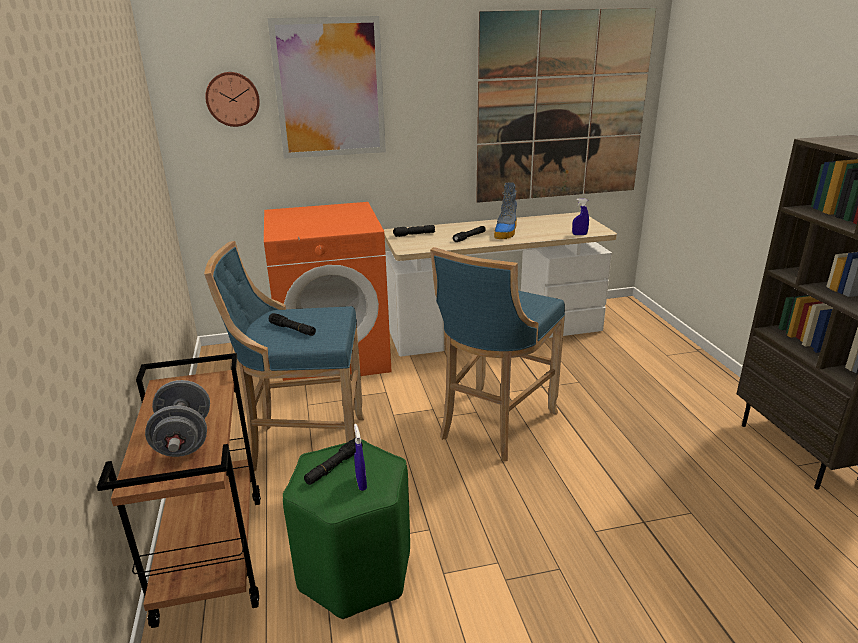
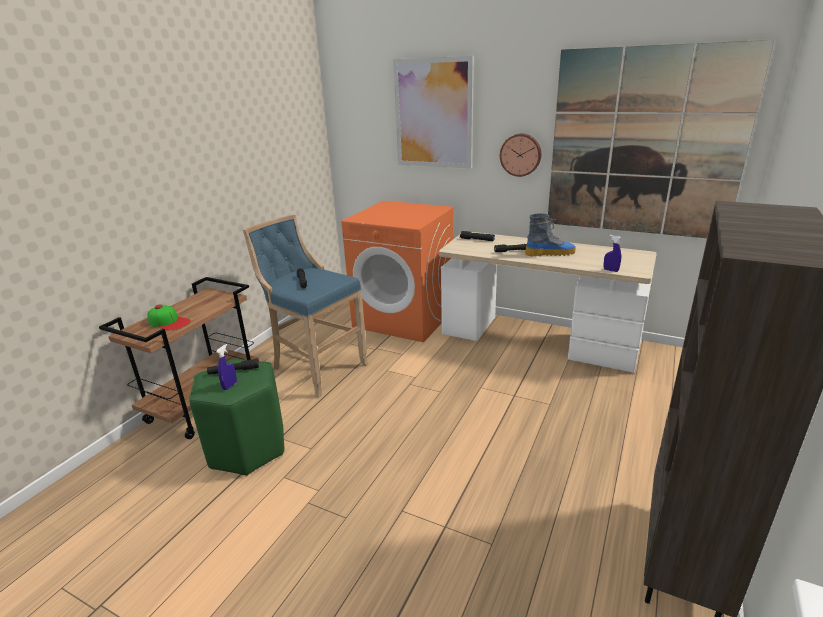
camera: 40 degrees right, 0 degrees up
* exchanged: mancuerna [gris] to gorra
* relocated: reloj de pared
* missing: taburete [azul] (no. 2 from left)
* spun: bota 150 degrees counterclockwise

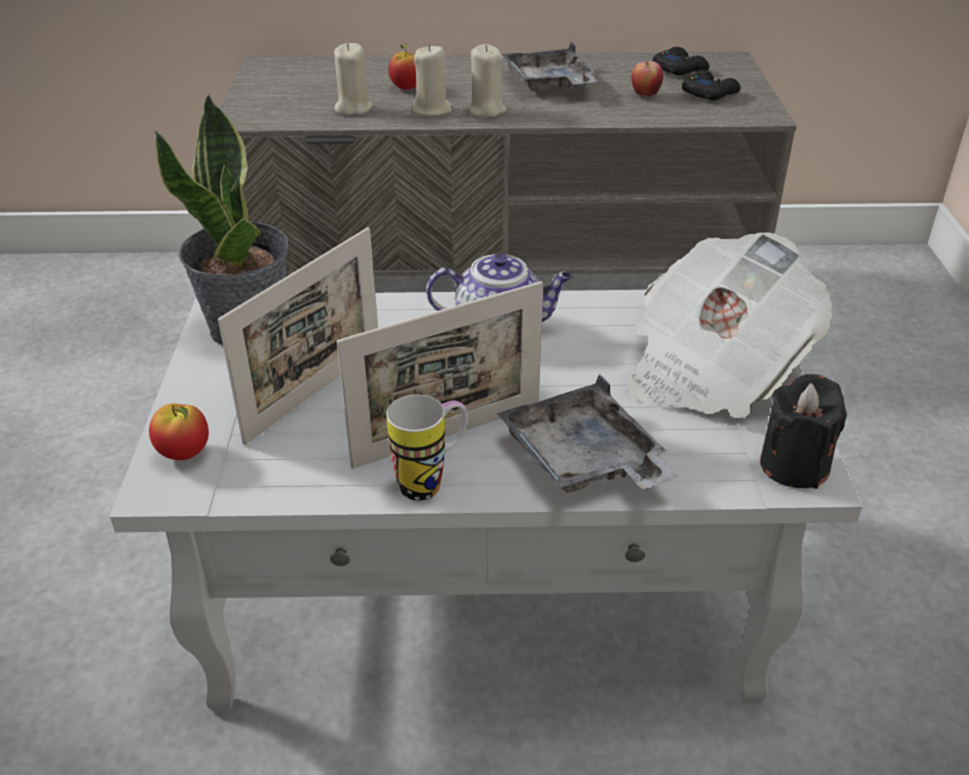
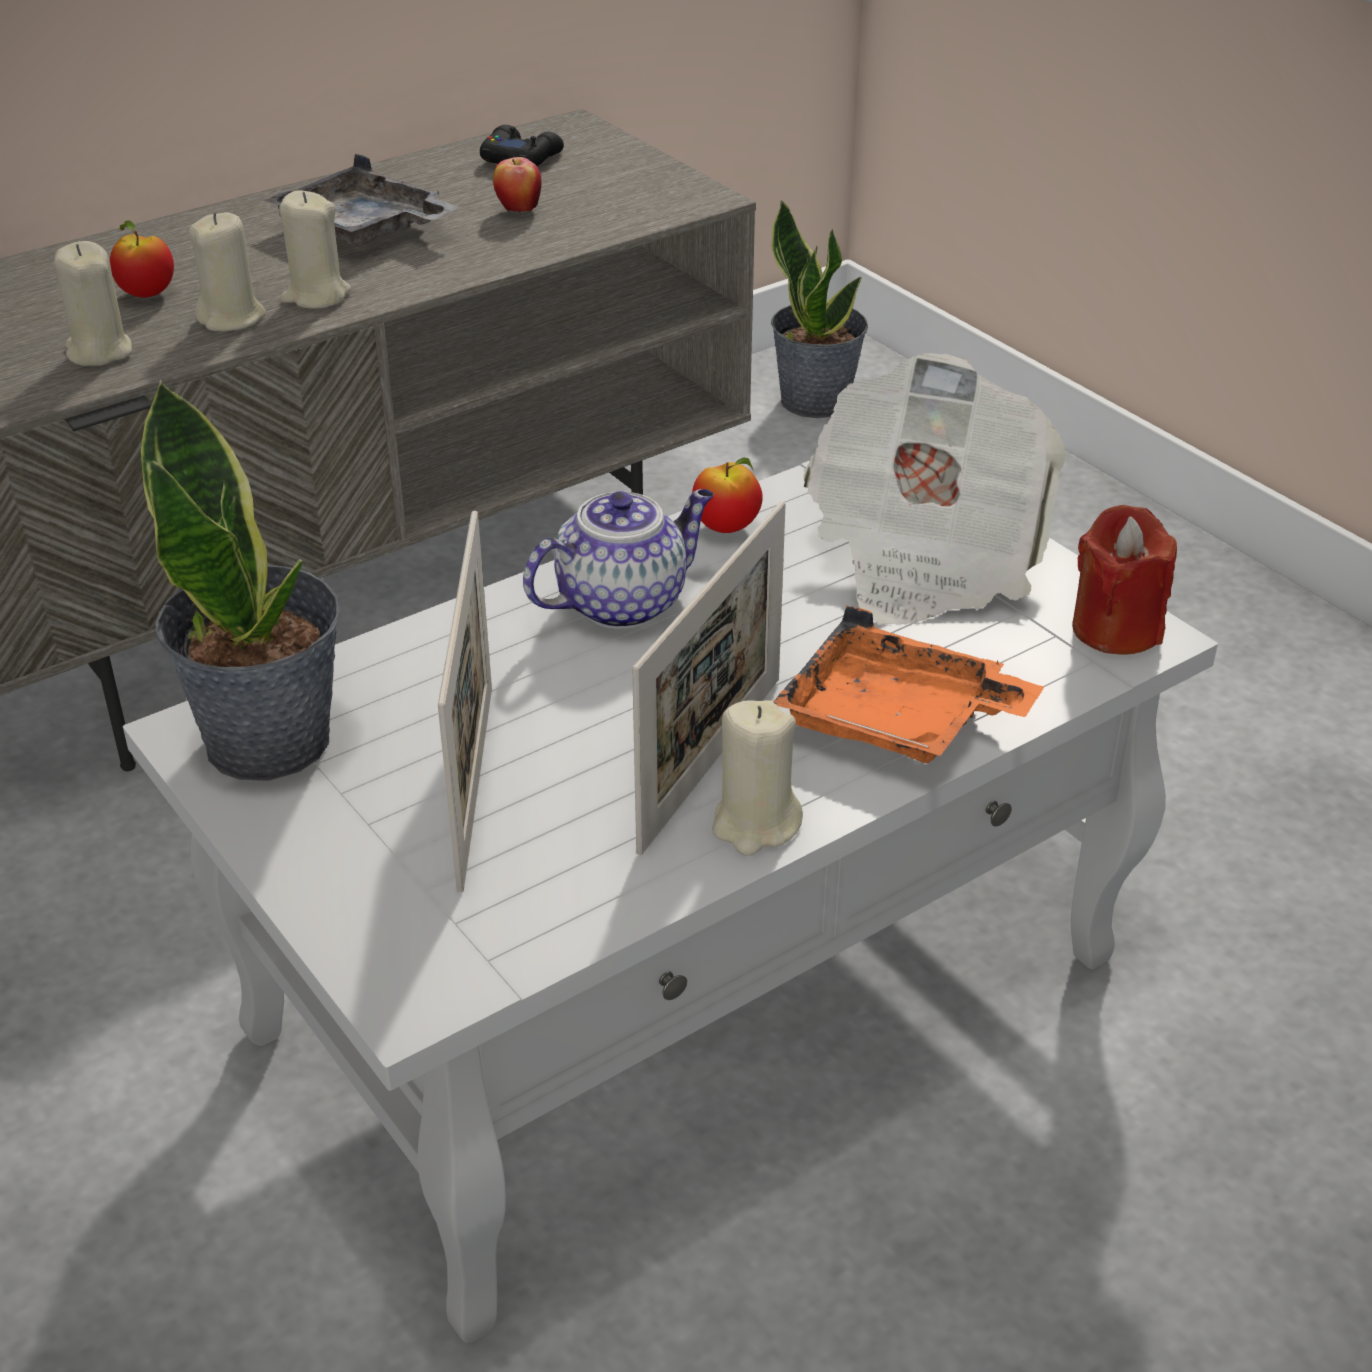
camera: 35 degrees left, 0 degrees up
* relocated: manzana (no. 1 from left in the first image) to manzana (no. 3 from left)
* exchanged: taza grande to vela [beis] (no. 4 from left)
* colour: bandeja [gris] (no. 2 from left) to bandeja [naranja]
* missing: mando de consola [negro] (no. 2 from left)
* colour: vela [negro] to vela [rojo]
* appeared: planta en maceta (no. 2 from left)

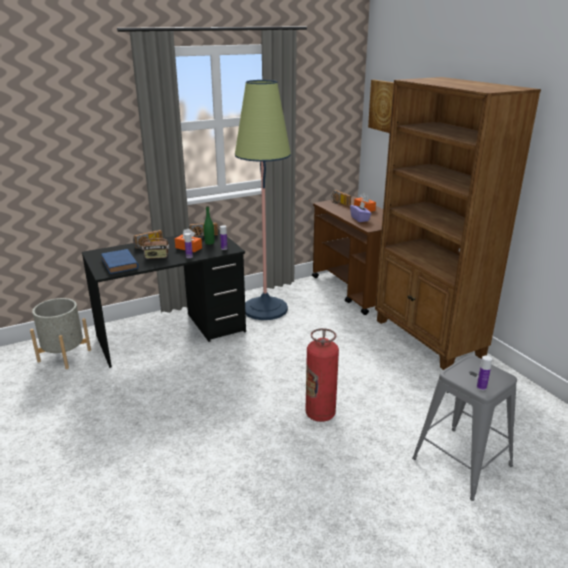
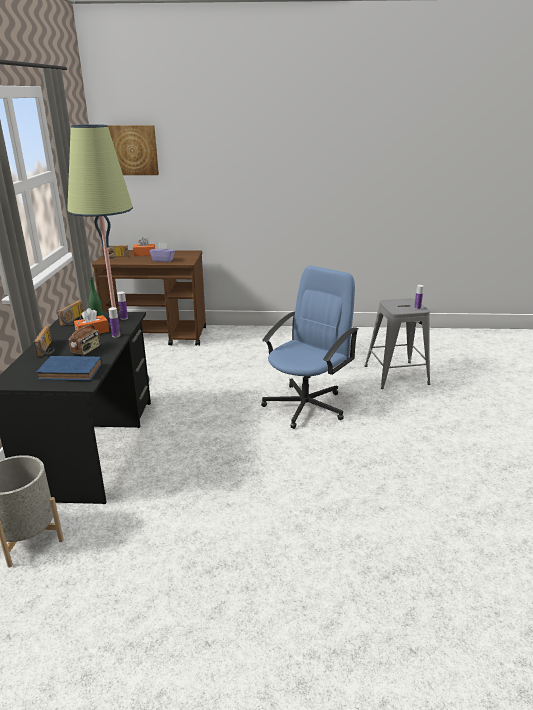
camera: 60 degrees left, 0 degrees up
* exchanged: extintor to silla de oficina [azul]
* missing: estantería [marrón]

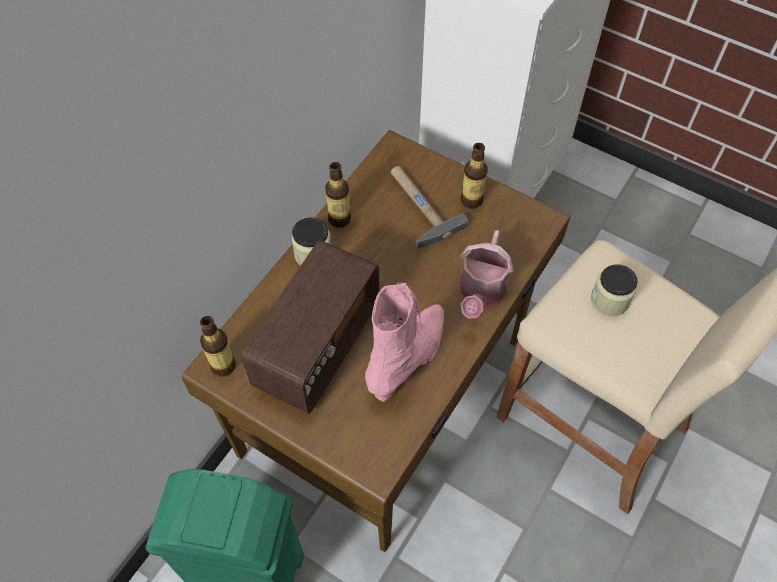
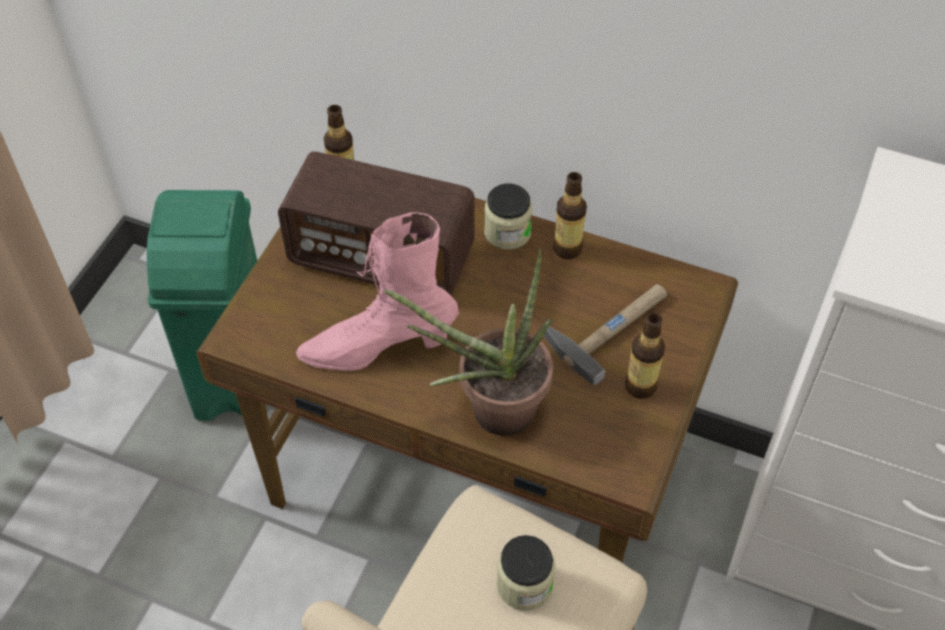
camera: 80 degrees right, 5 degrees down
* spun: bota [rosa] 150 degrees clockwise
* exchanged: regadera to planta en maceta

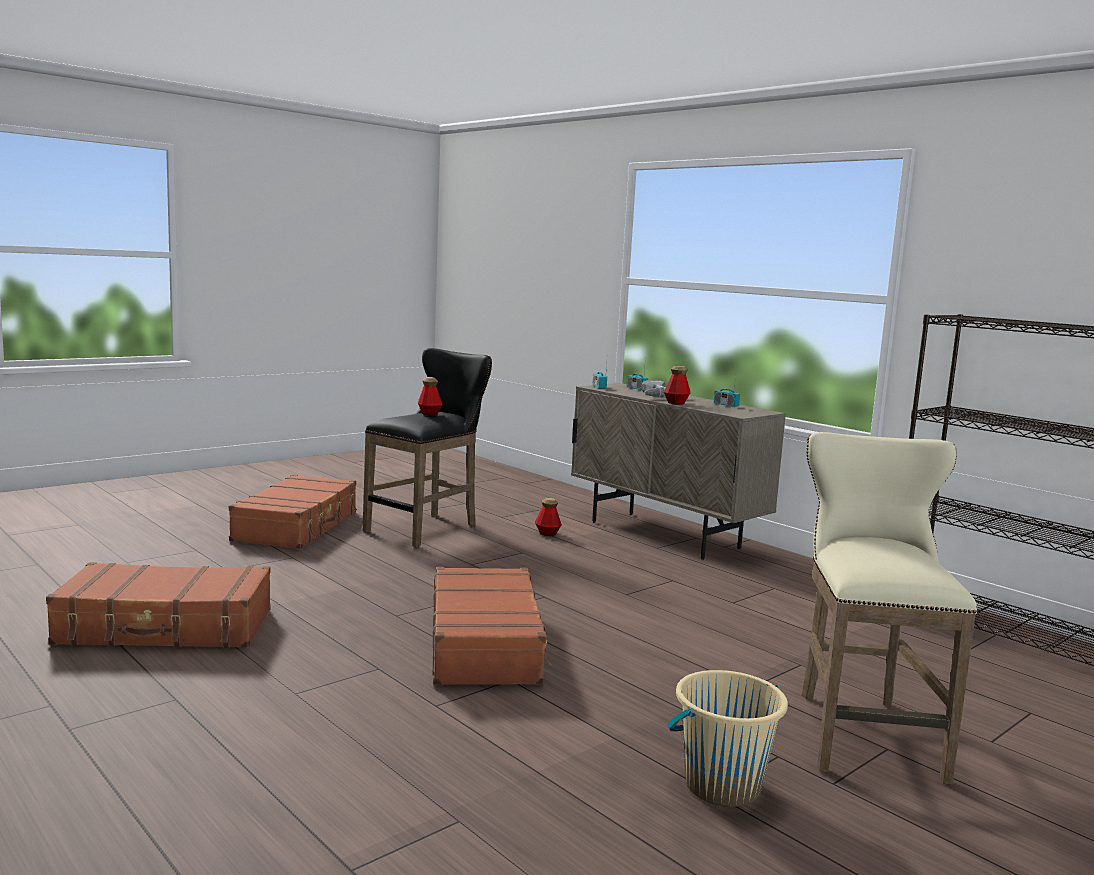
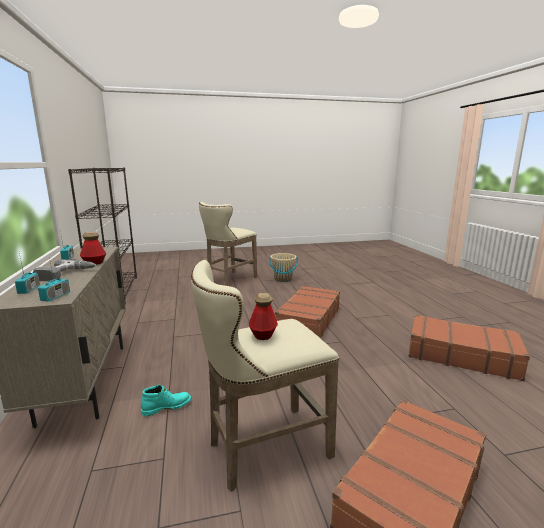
camera: 150 degrees left, 5 degrees up
* colour: taburete [negro] to taburete [beis] (no. 2 from left)
* exchanged: botella (no. 2 from left) to bota [turquesa]

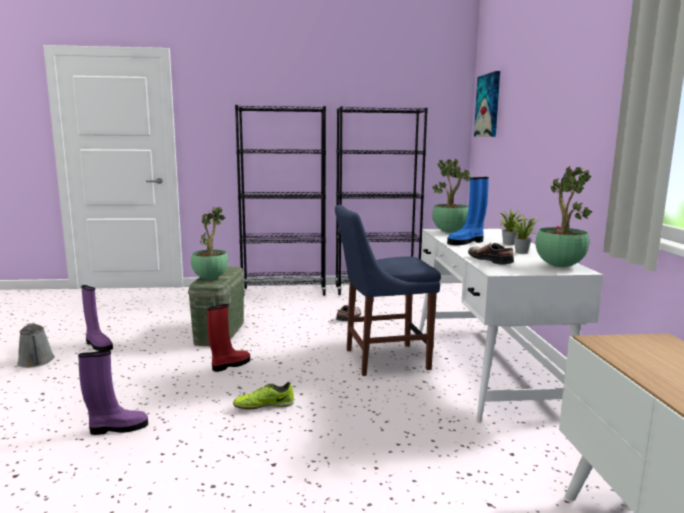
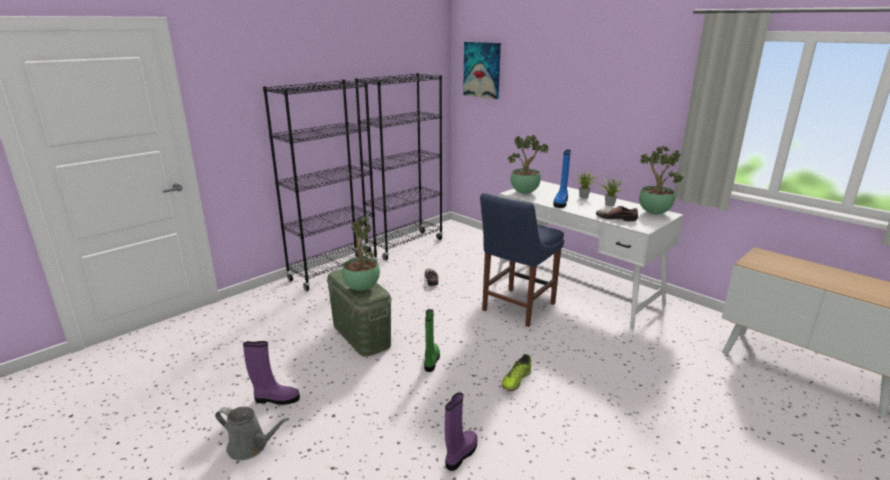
camera: 40 degrees left, 10 degrees up
* colour: bota [rojo] to bota [verde]

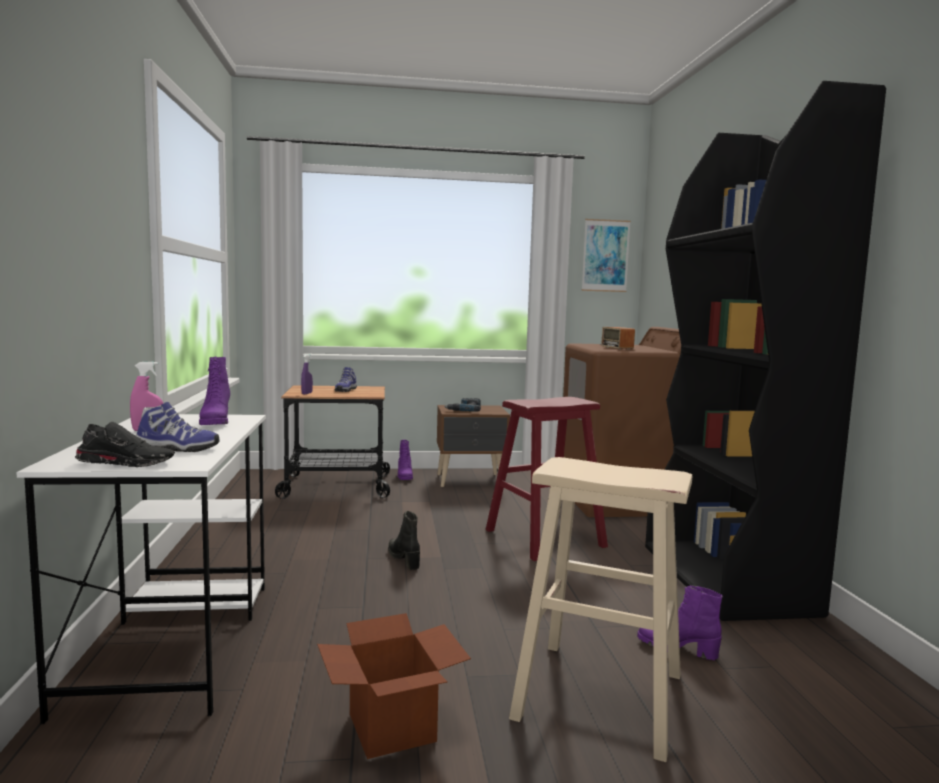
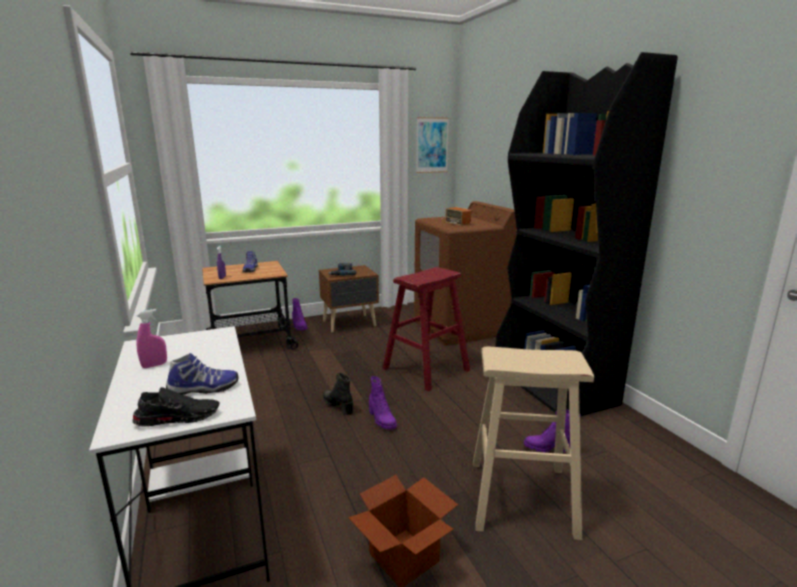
camera: 15 degrees left, 10 degrees up
* relocated: bota [morado] (no. 1 from left in the first image) to bota [morado] (no. 2 from left)

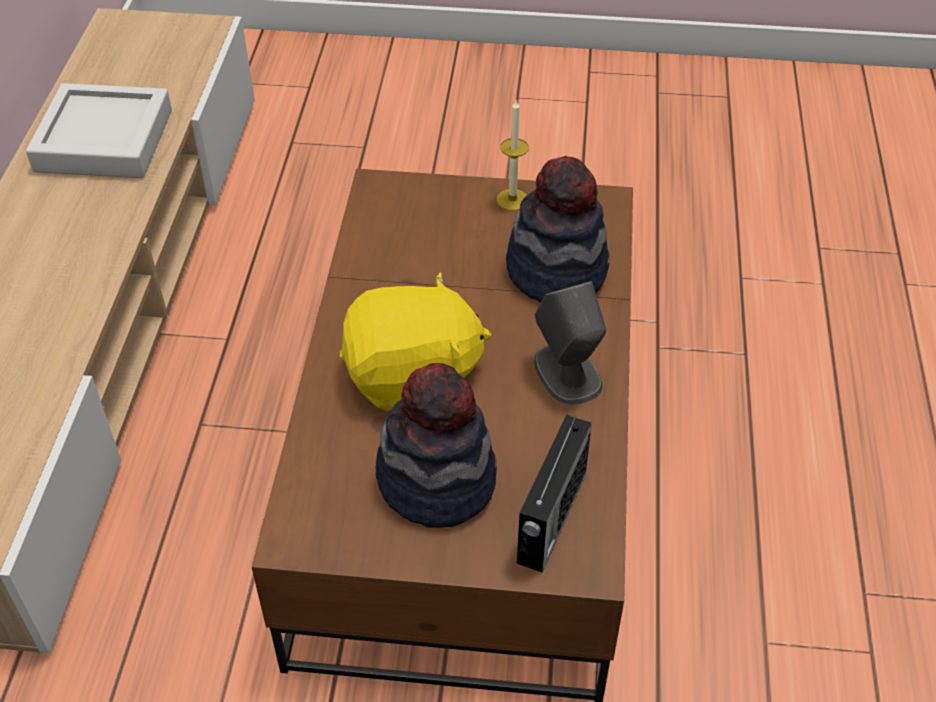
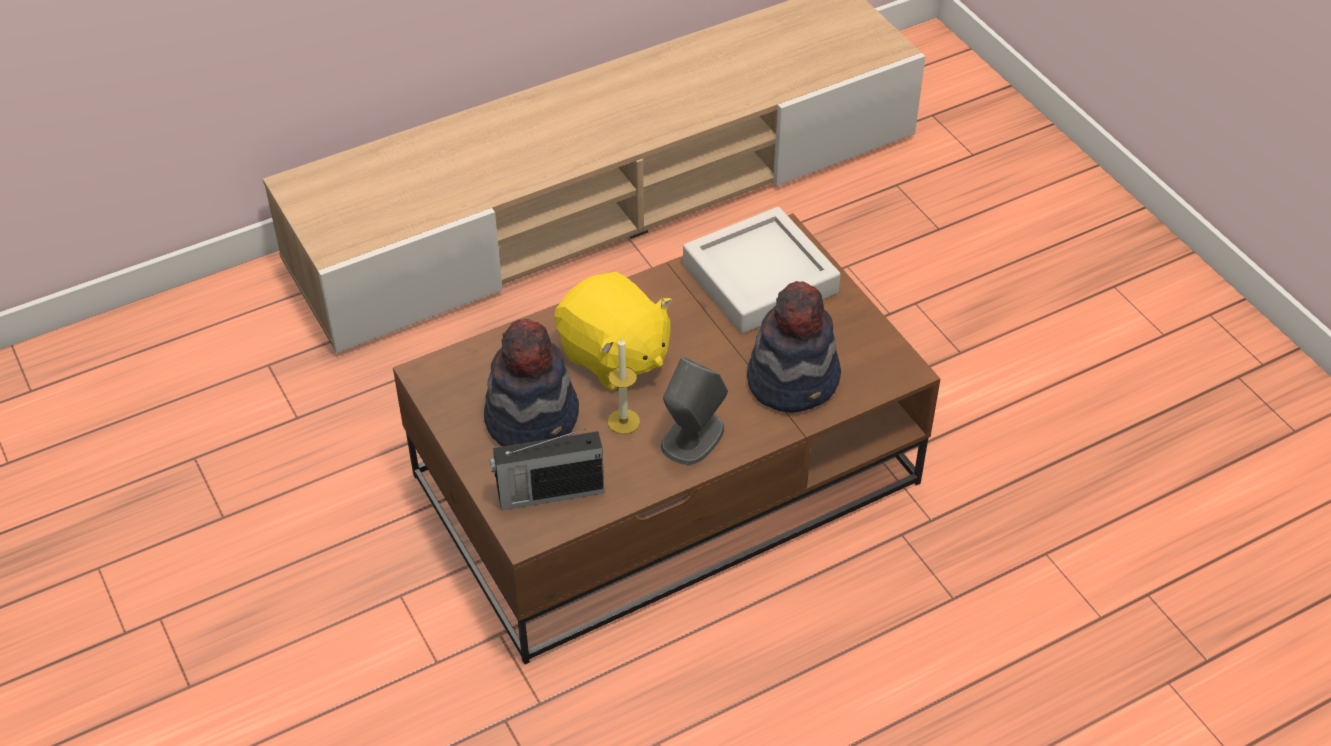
camera: 55 degrees right, 0 degrees up
* relocated: bandeja [gris]
* relocated: vela

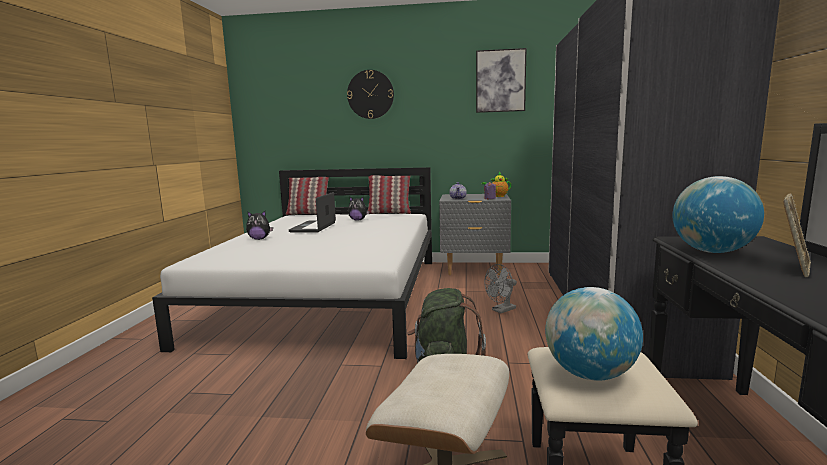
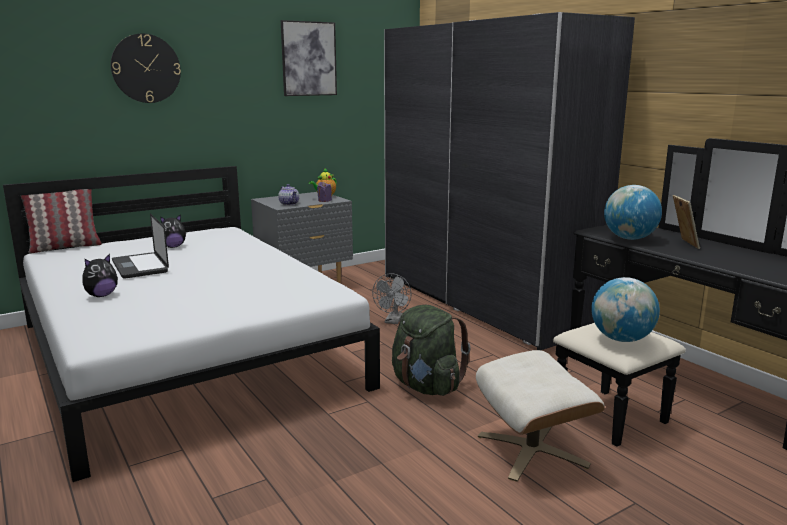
camera: 40 degrees left, 5 degrees up
* missing: cojín (no. 2 from left)

